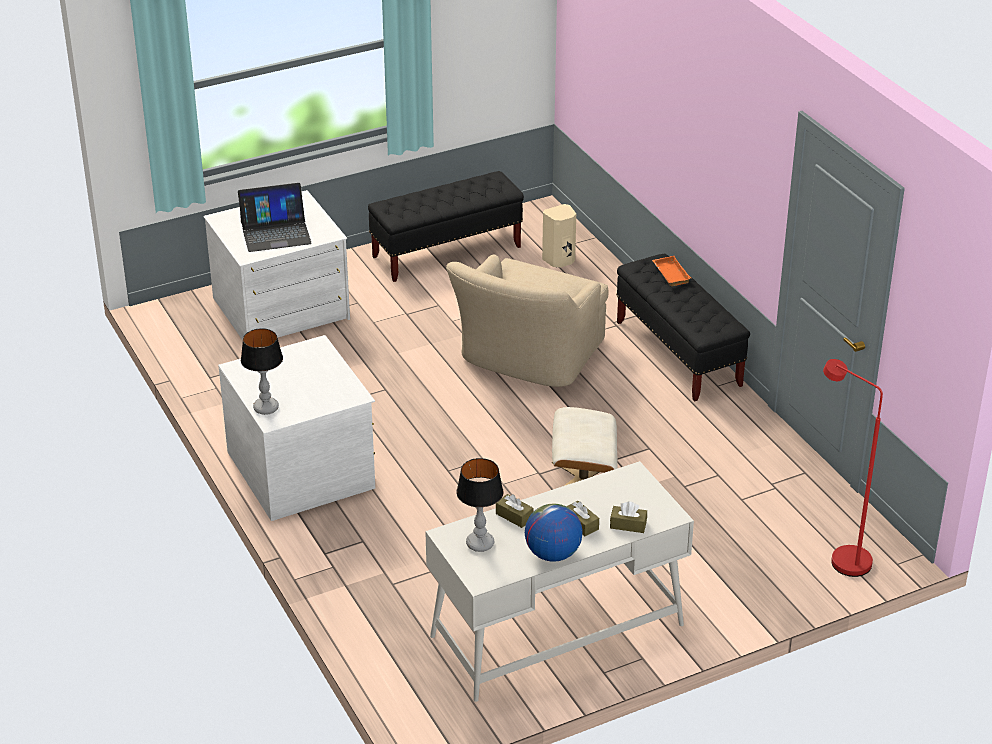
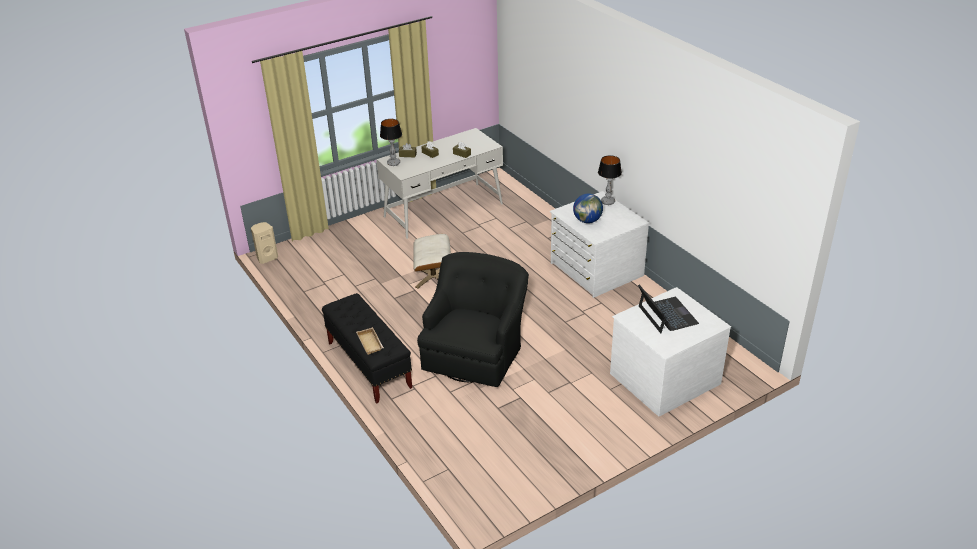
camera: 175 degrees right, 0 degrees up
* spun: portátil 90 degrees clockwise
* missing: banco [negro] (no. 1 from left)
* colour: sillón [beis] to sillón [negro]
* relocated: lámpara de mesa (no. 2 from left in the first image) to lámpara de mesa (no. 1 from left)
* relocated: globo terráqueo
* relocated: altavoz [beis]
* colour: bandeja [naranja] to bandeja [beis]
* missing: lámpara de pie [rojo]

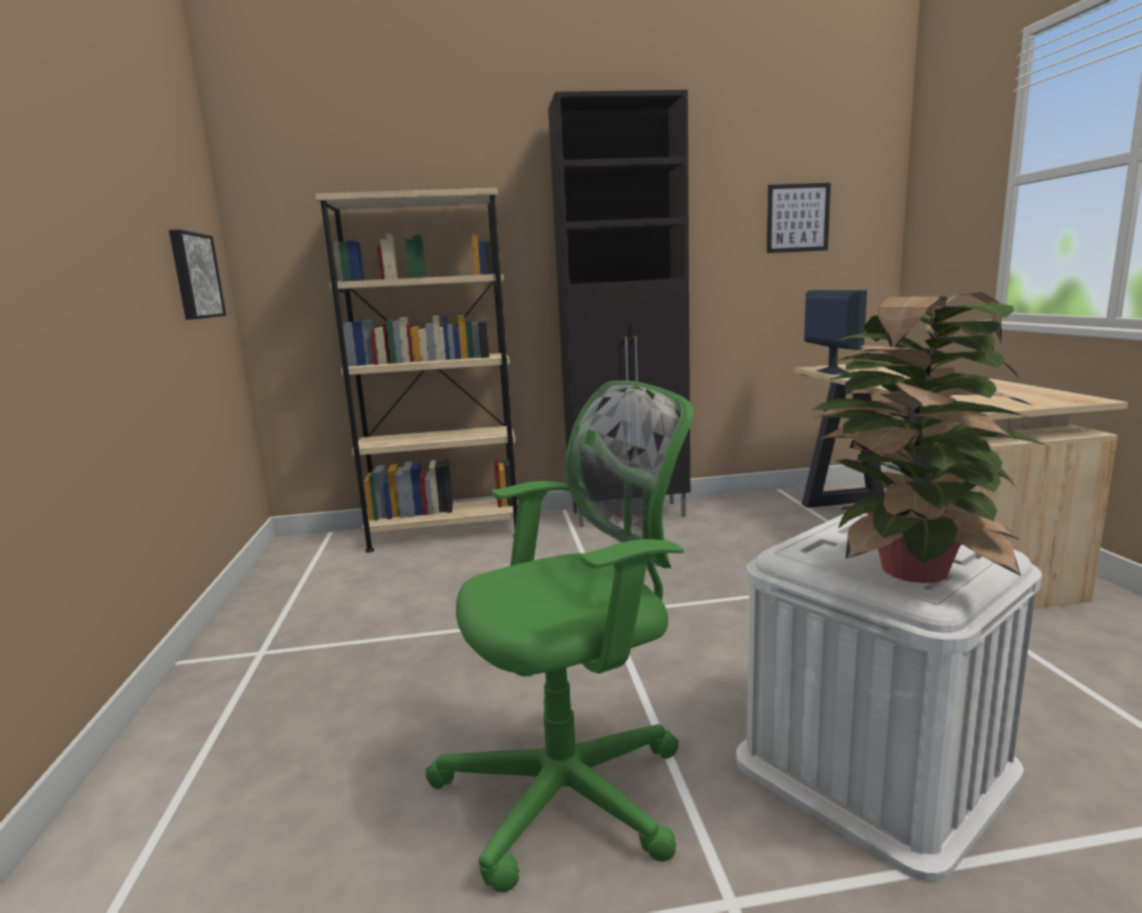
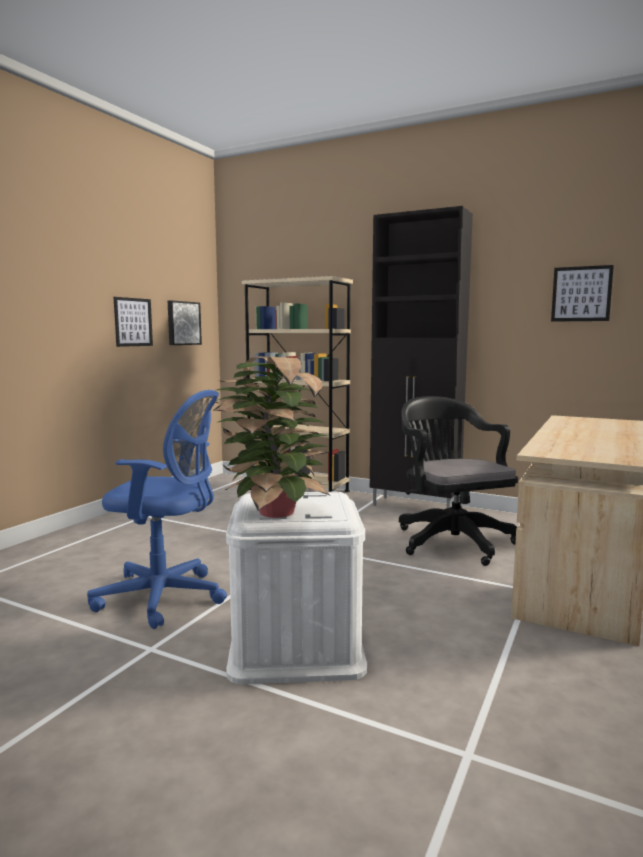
camera: 35 degrees right, 5 degrees down
* colour: silla de oficina [verde] to silla de oficina [azul]
* missing: monitor
* appeared: cuadro (no. 1 from left)
* appeared: silla de oficina [negro]

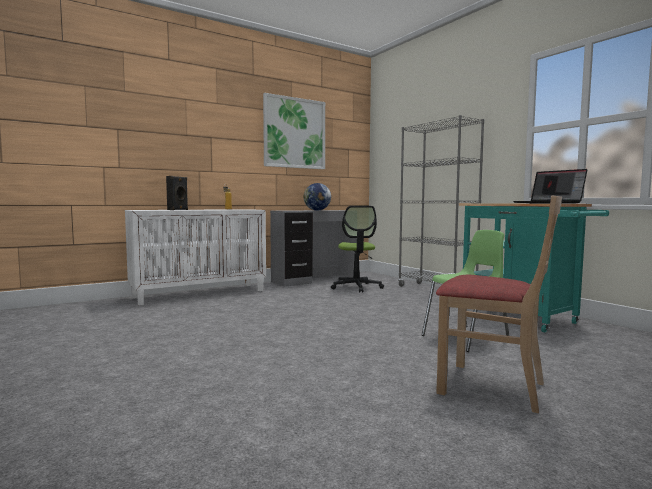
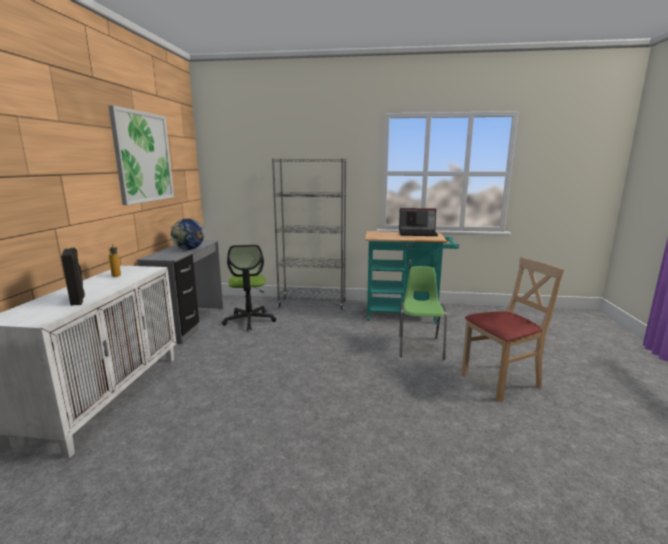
camera: 50 degrees left, 10 degrees up
* spun: silla de oficina 45 degrees clockwise

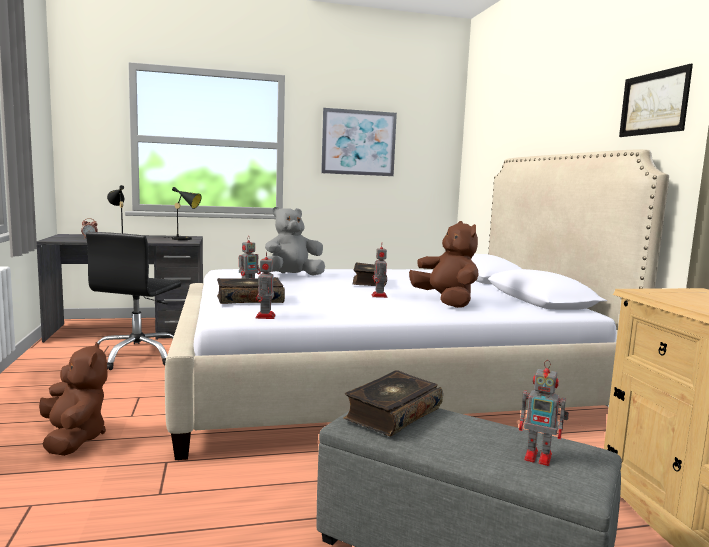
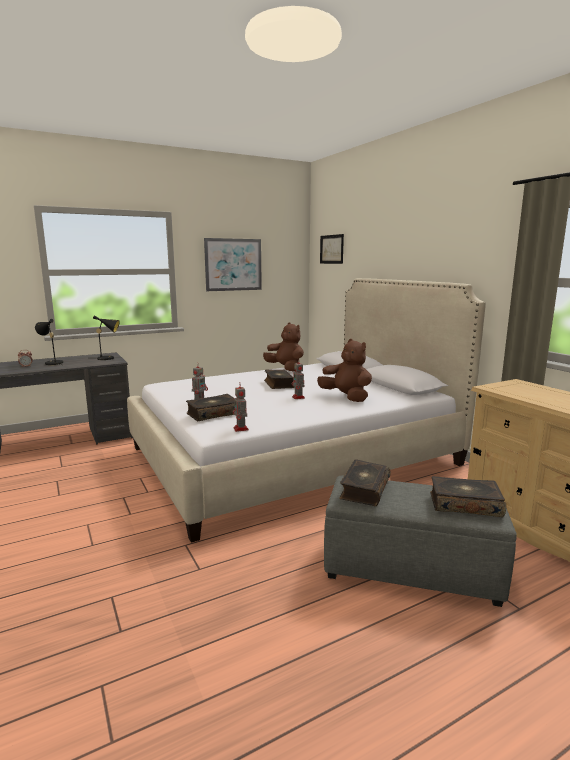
camera: 15 degrees left, 5 degrees up
* relocated: peluche [marrón] (no. 1 from left)
* missing: silla de oficina [negro]
* missing: peluche [gris]
* exchanged: robot de juguete (no. 4 from left) to libro (no. 4 from left)
* relocated: cuadro (no. 2 from left)

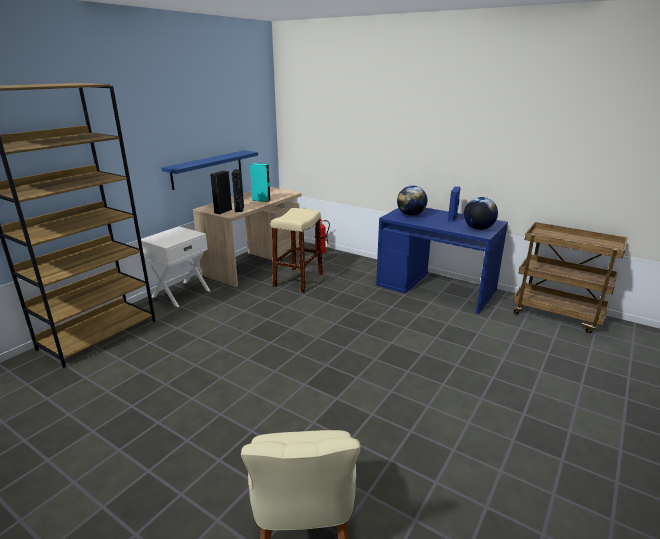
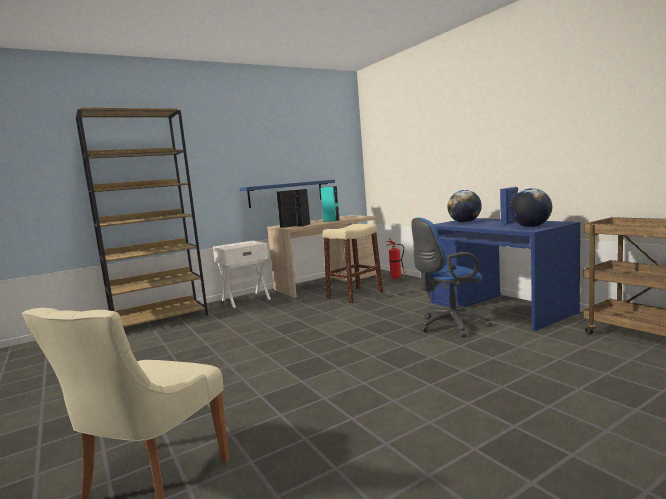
camera: 25 degrees right, 15 degrees down
* appeared: silla de oficina [azul]

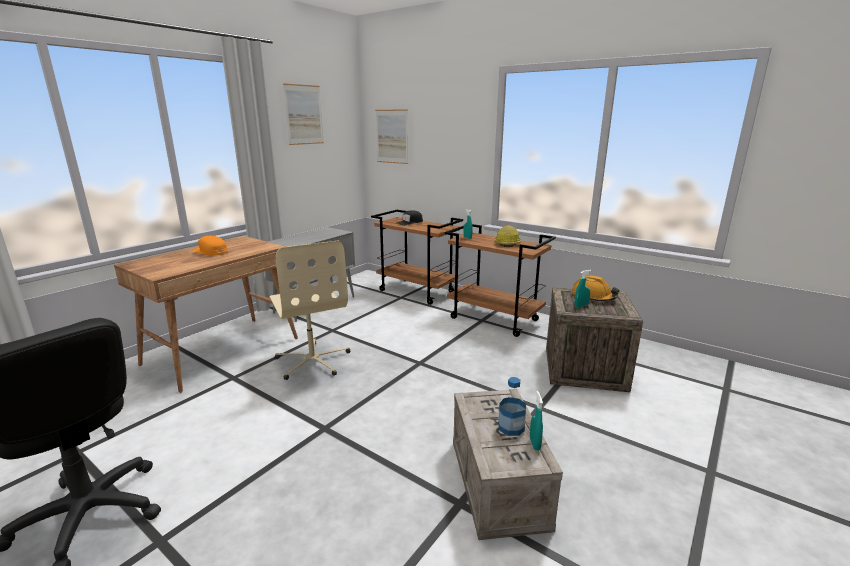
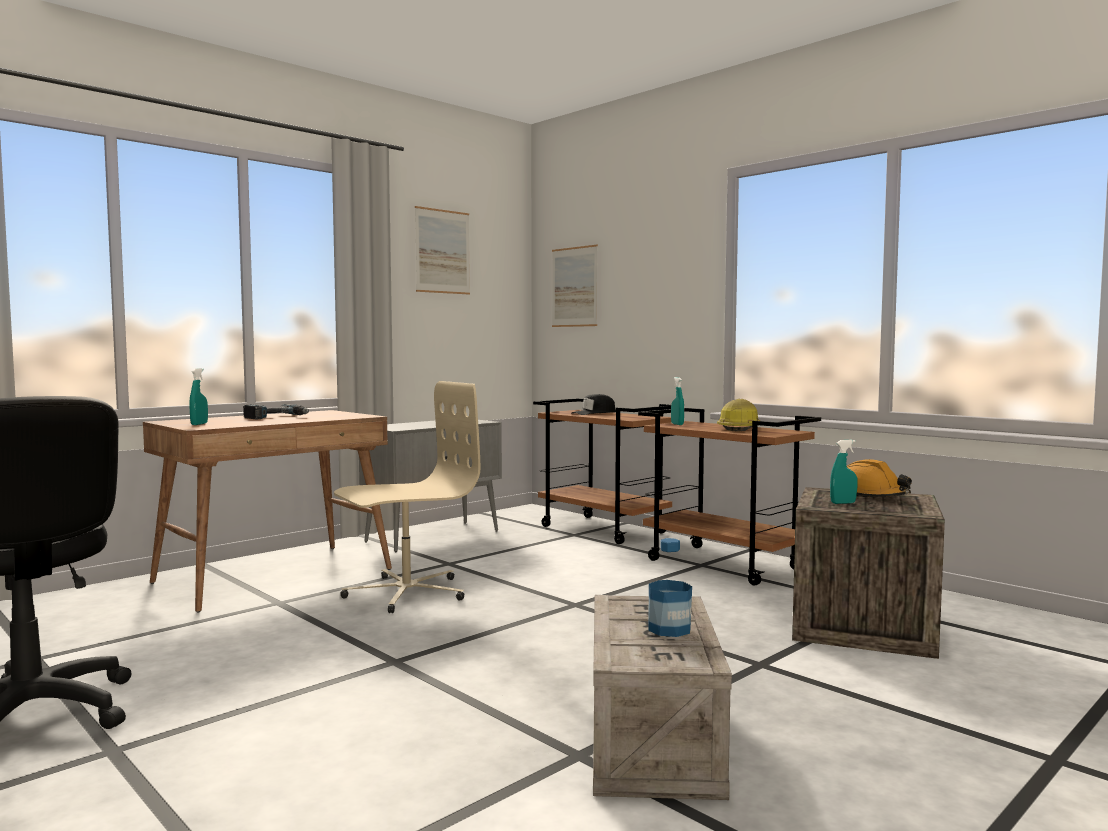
camera: 10 degrees right, 15 degrees down
* exchanged: gorra [naranja] to taladro
* spun: silla de oficina [beis] 105 degrees counterclockwise
* relocated: pulverizador [turquesa] (no. 2 from left in the first image) to pulverizador [turquesa] (no. 1 from left)

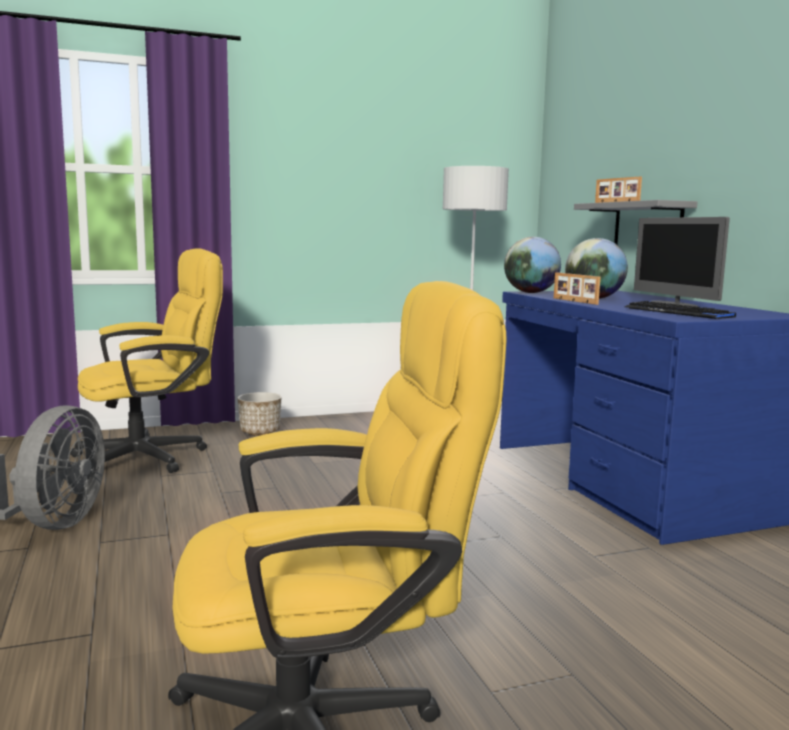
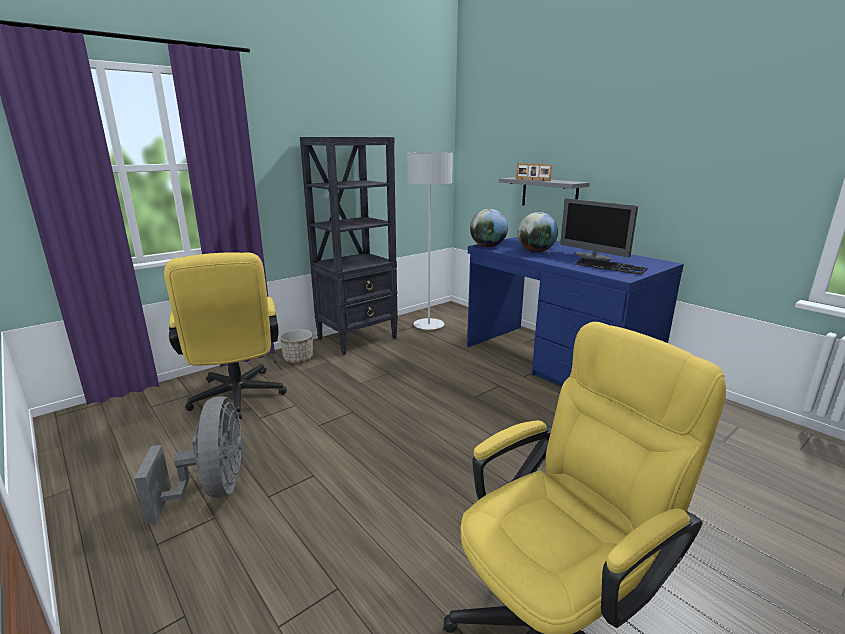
camera: 20 degrees left, 10 degrees up
* spun: silla de oficina [amarillo] (no. 1 from left) 120 degrees clockwise
* missing: portarretratos (no. 1 from left)
* appeared: estantería [negro]

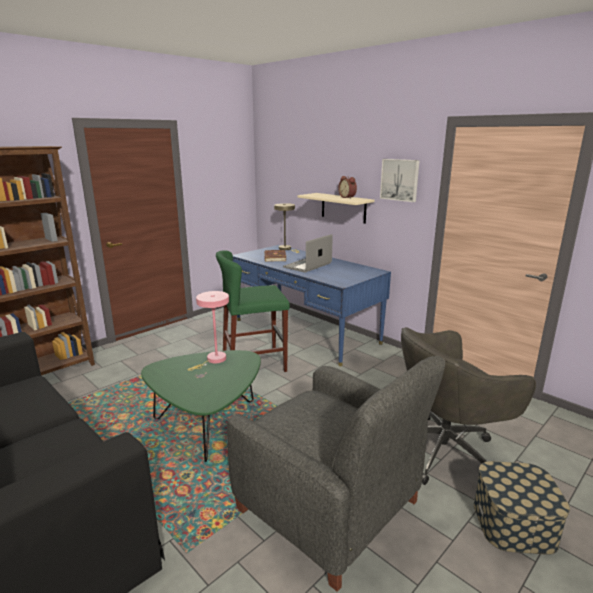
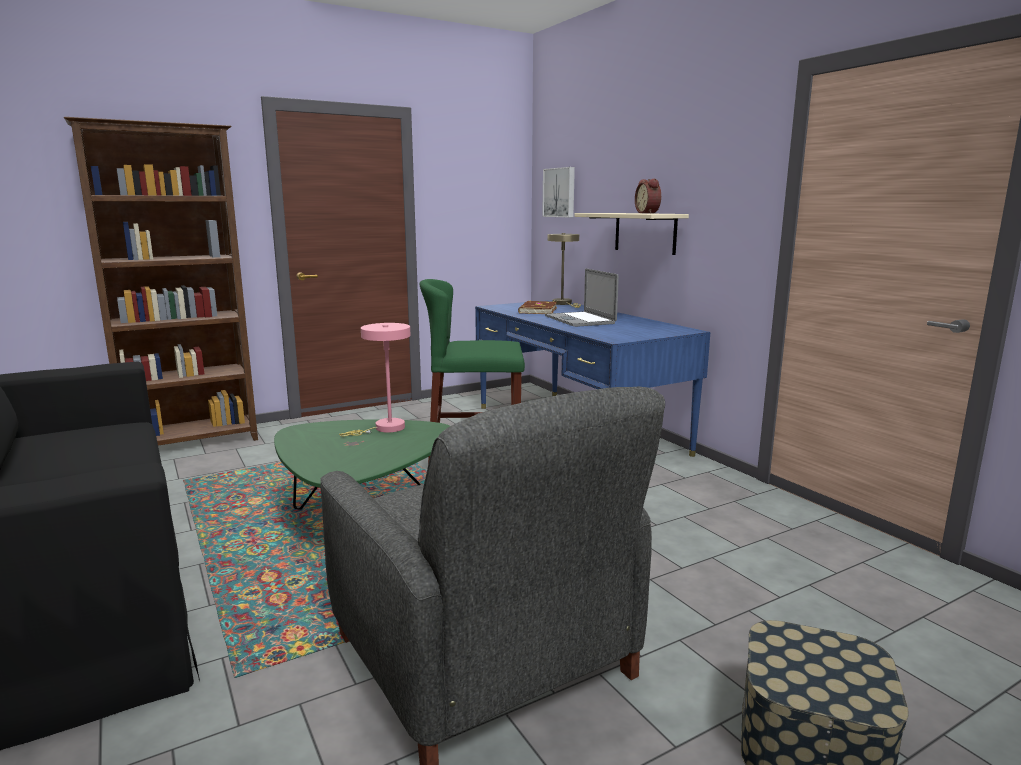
camera: 15 degrees right, 5 degrees down
* spun: portátil 75 degrees counterclockwise
* relocated: cuadro
* missing: silla de oficina [gris]

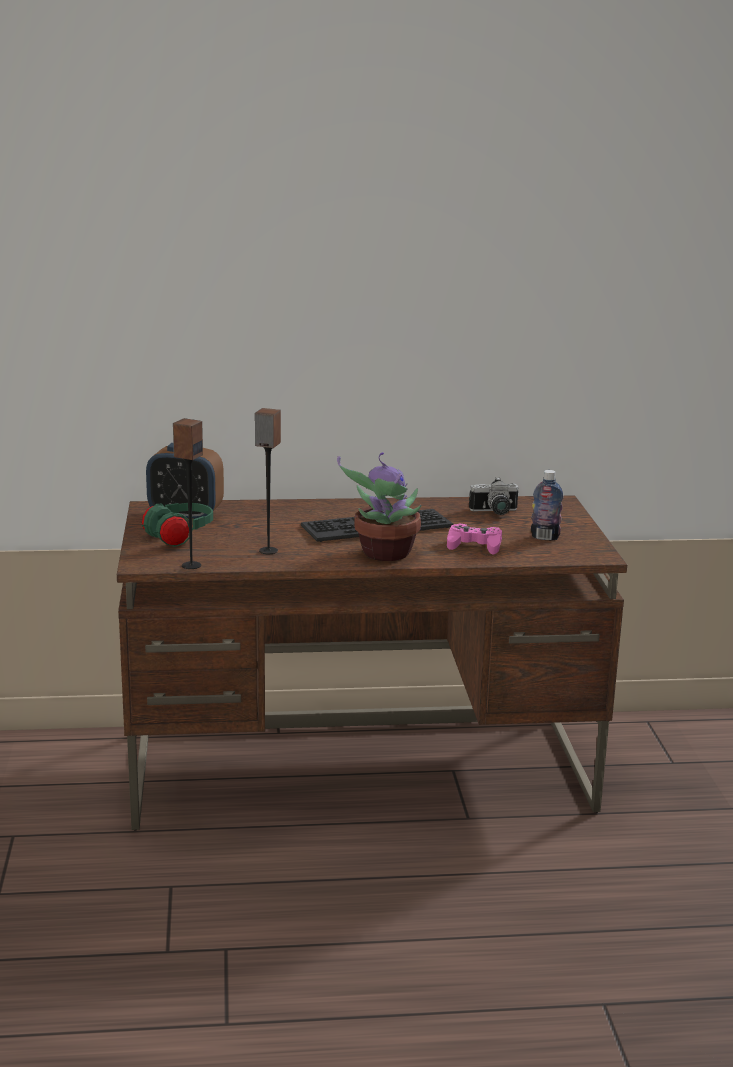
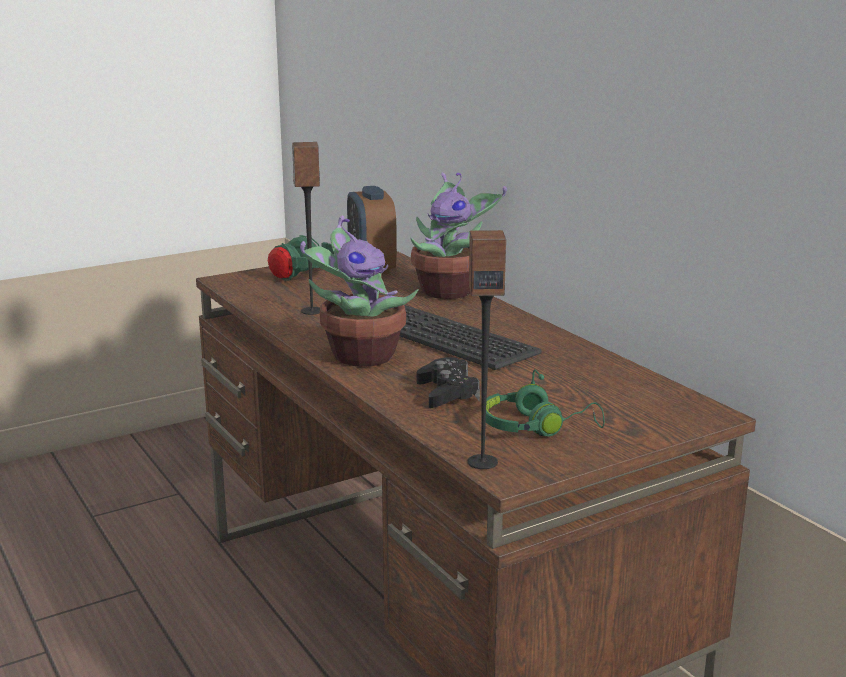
camera: 65 degrees right, 0 degrees up
* relocated: altavoz (no. 1 from left in the first image) to altavoz (no. 2 from left)
* colour: mando de consola [rosa] to mando de consola [negro]
* missing: cámara
* exchanged: botella to auriculares [verde] (no. 2 from left)
* appeared: planta en maceta (no. 2 from left)

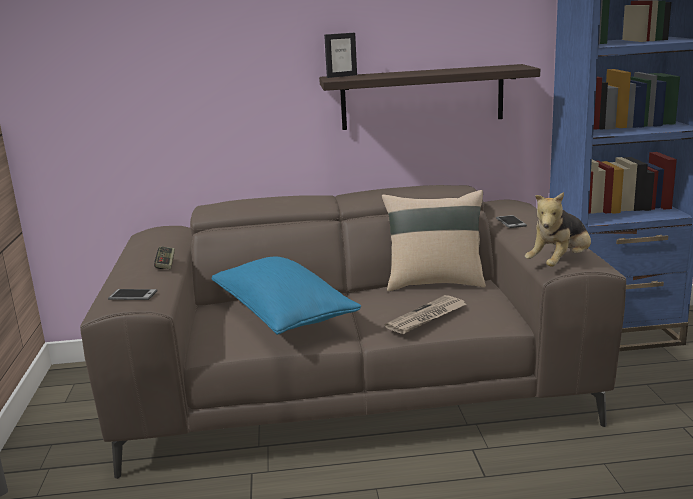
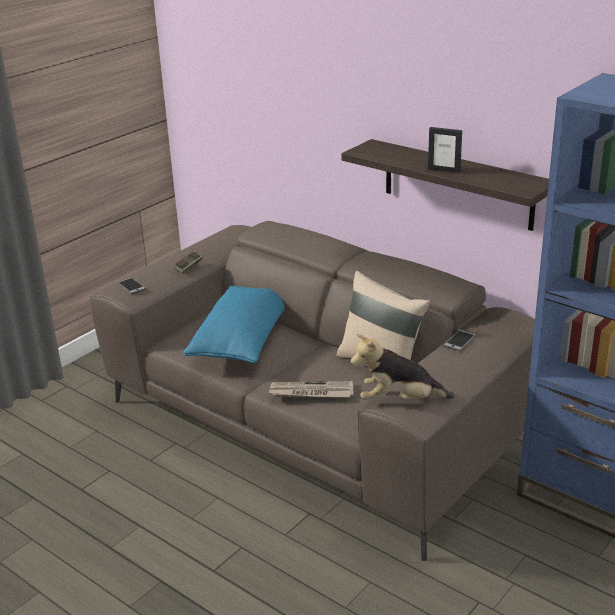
camera: 45 degrees right, 10 degrees up
* relocated: portarretratos

